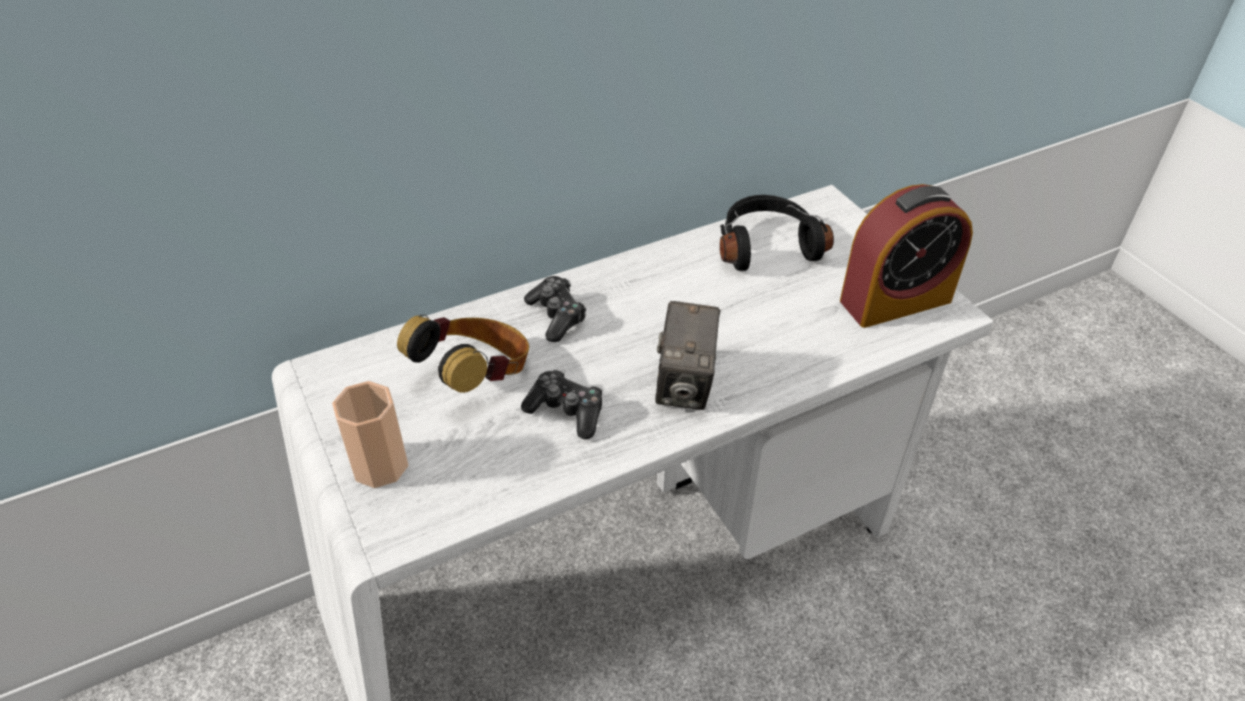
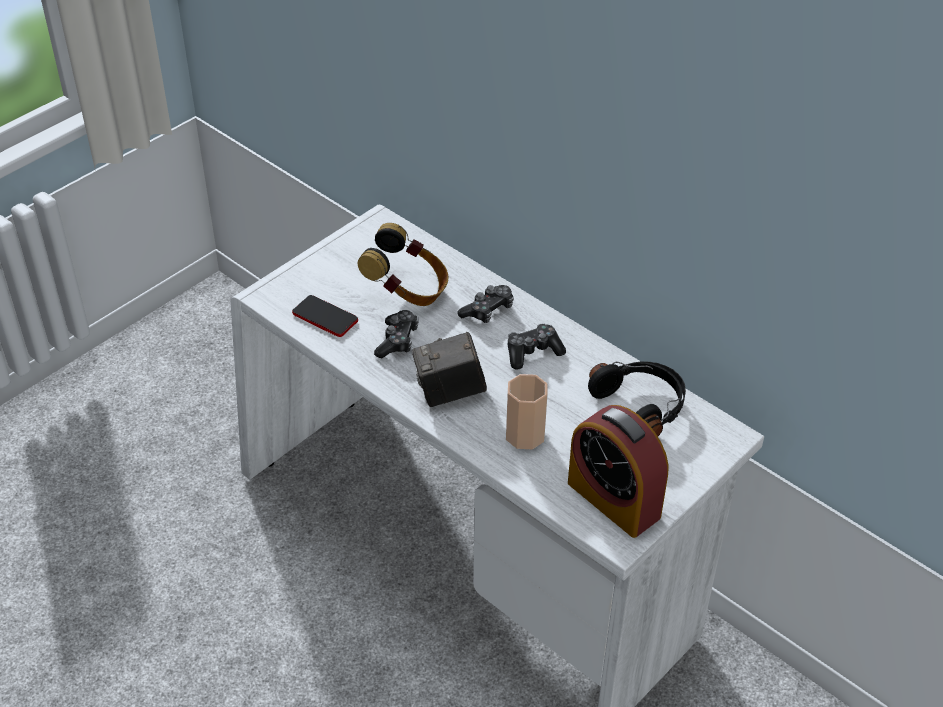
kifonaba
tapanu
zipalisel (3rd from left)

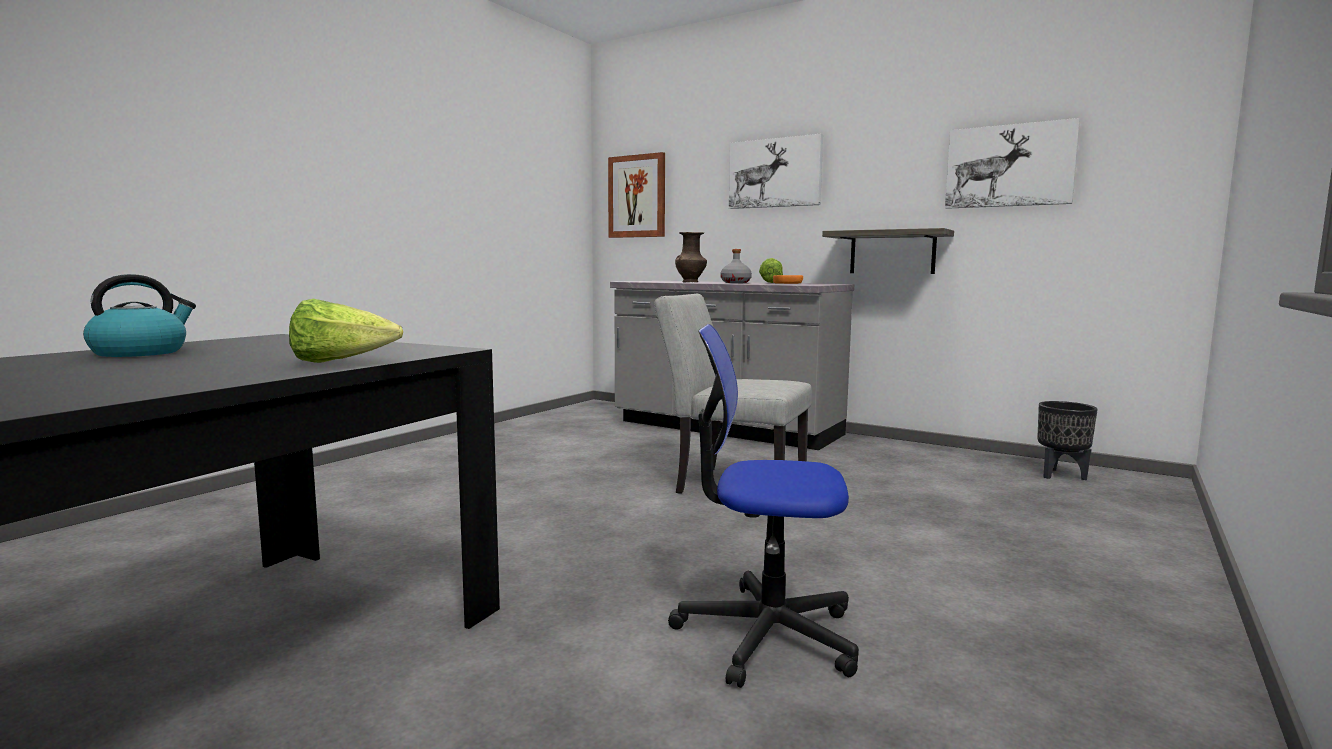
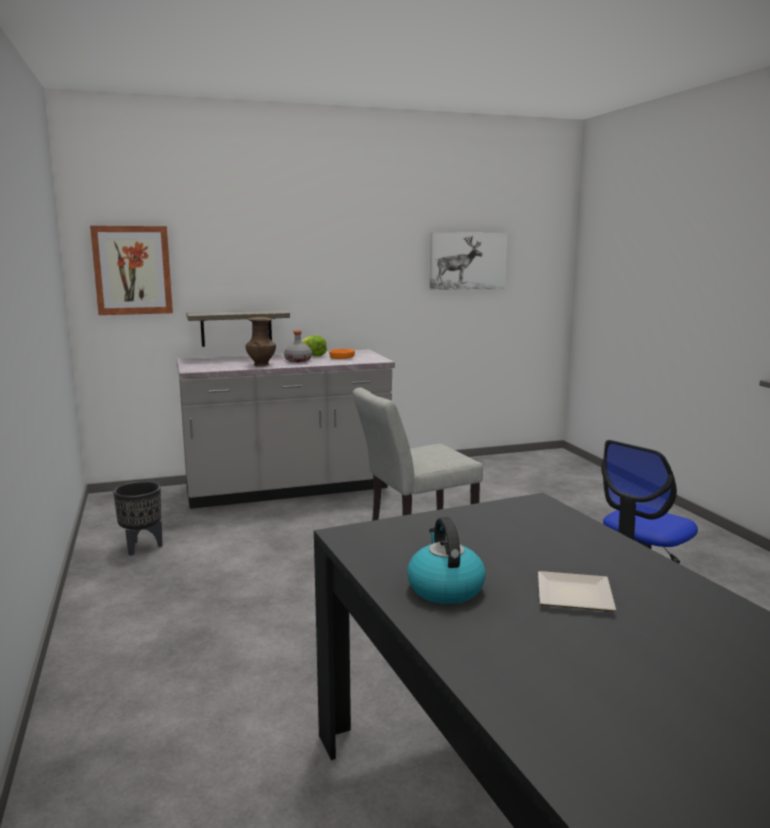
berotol (2nd from left in the first image)
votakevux
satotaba (1st from left in the first image)
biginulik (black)
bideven

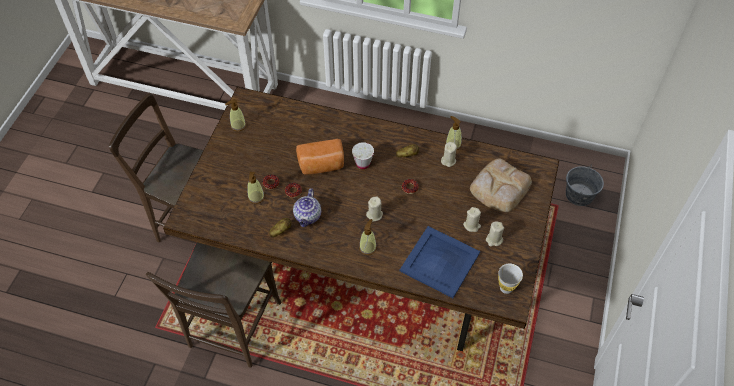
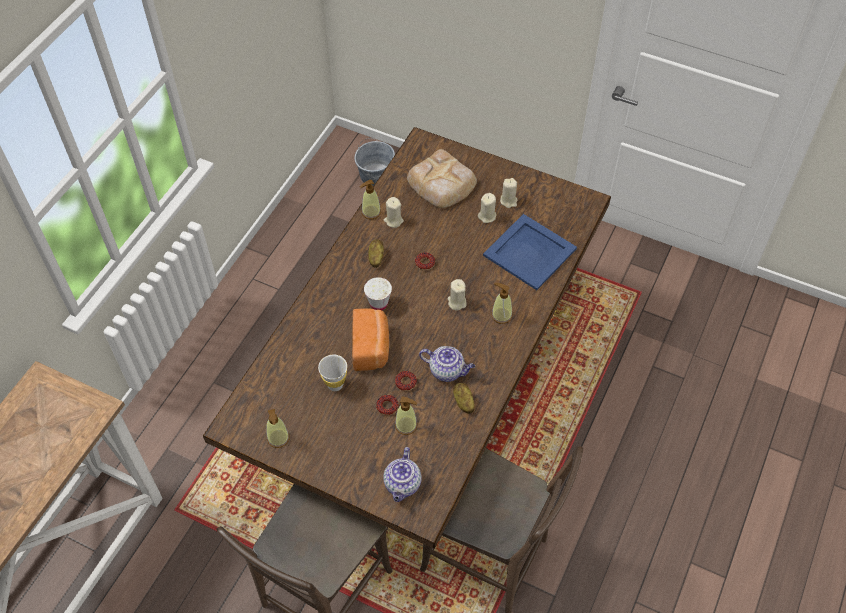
kifonaba (white) (1st from left)
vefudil (1st from left)

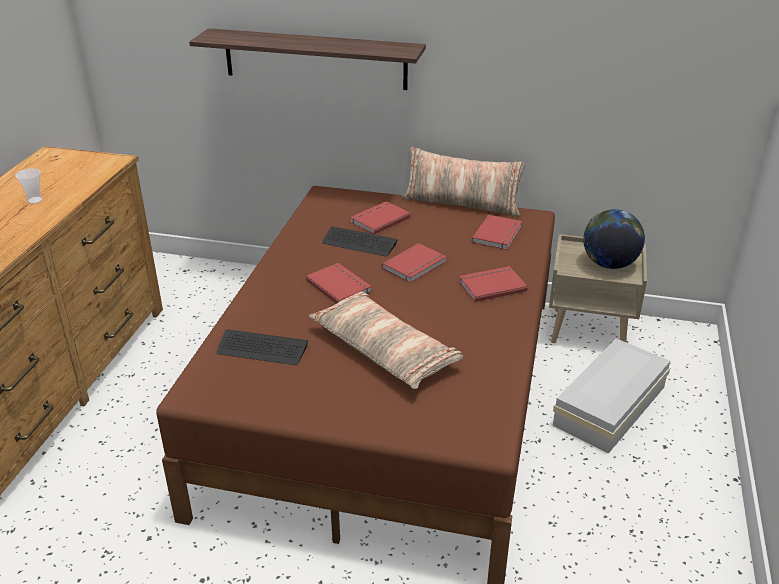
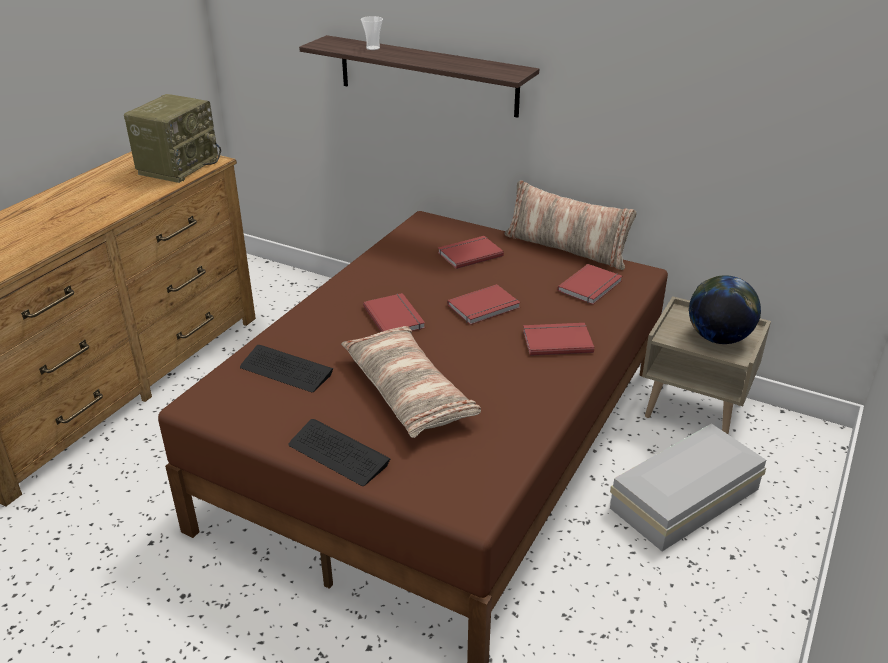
kifonaba
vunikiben (2nd from left)
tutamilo

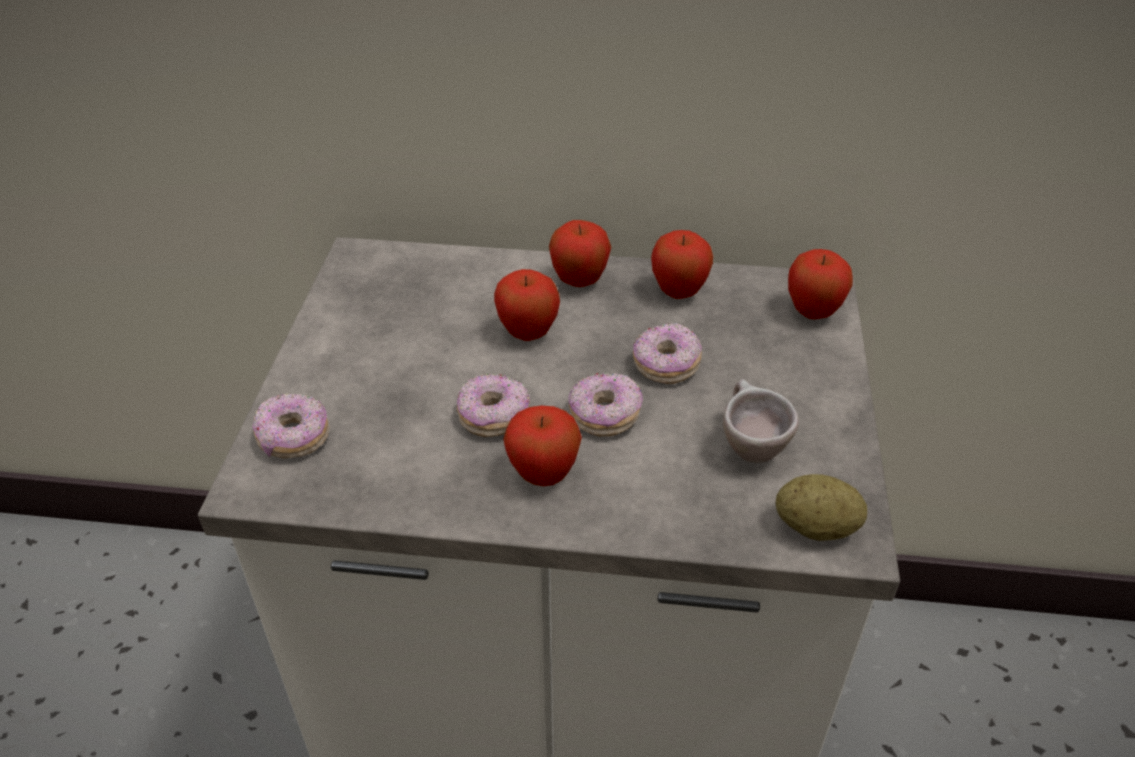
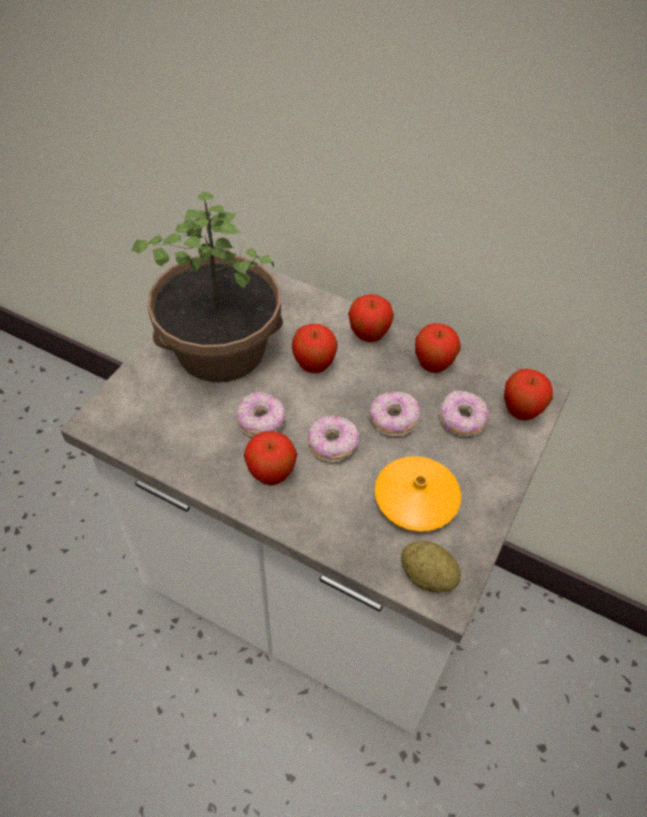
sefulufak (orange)
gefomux (4th from left)
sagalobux

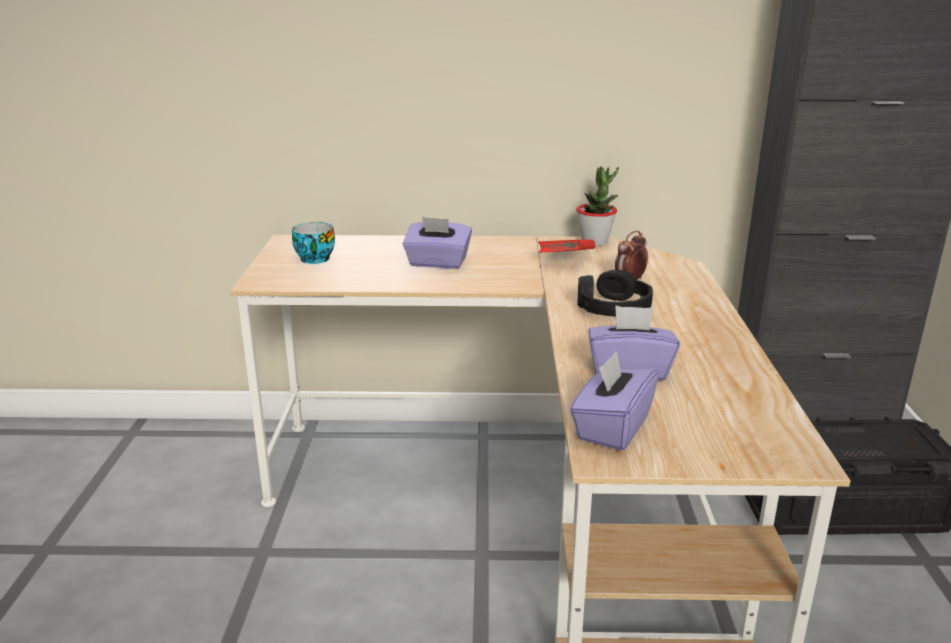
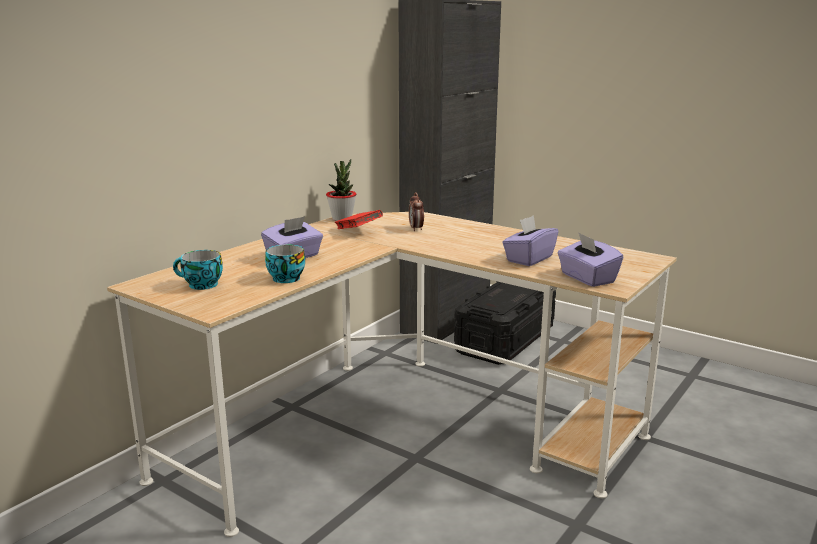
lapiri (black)
kifonaba (2nd from left)

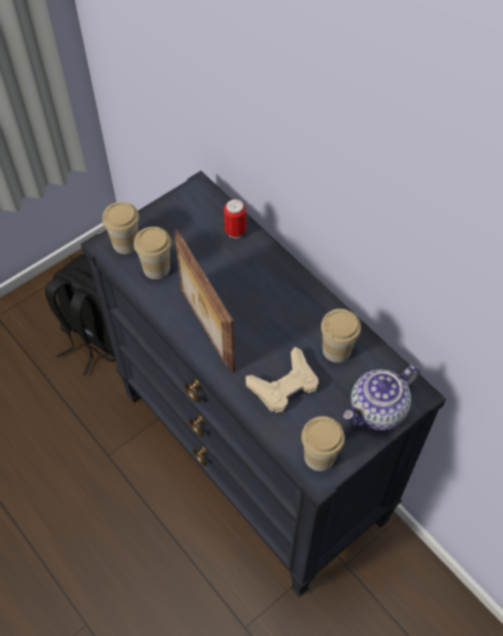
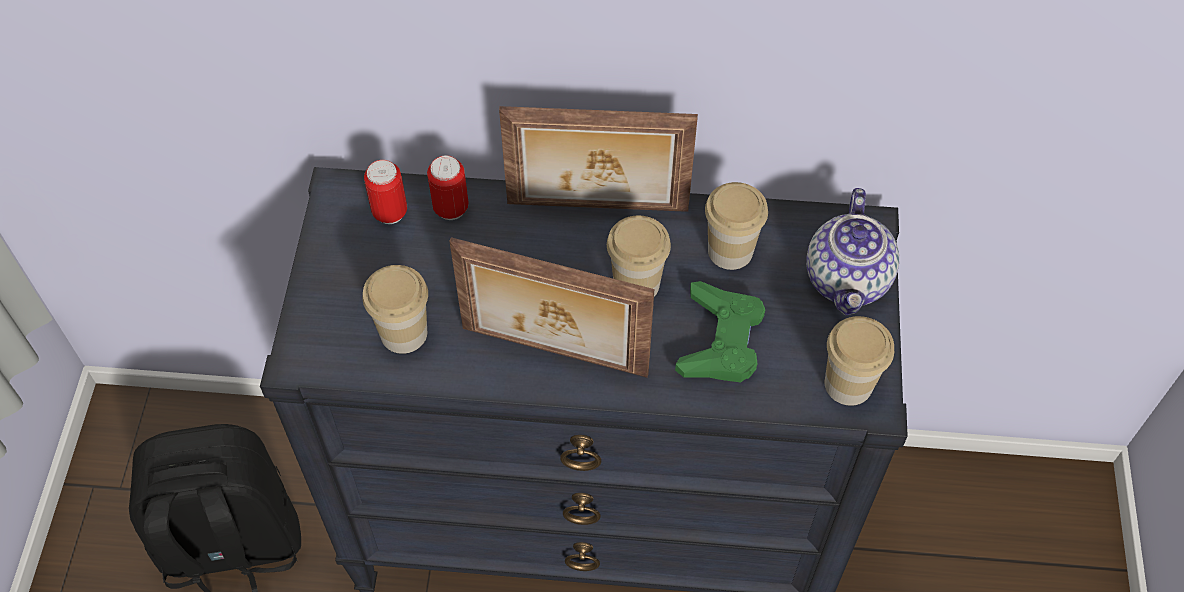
kifonaba (2nd from left)
zipalisel (green)
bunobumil (2nd from left)
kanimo (1st from left)

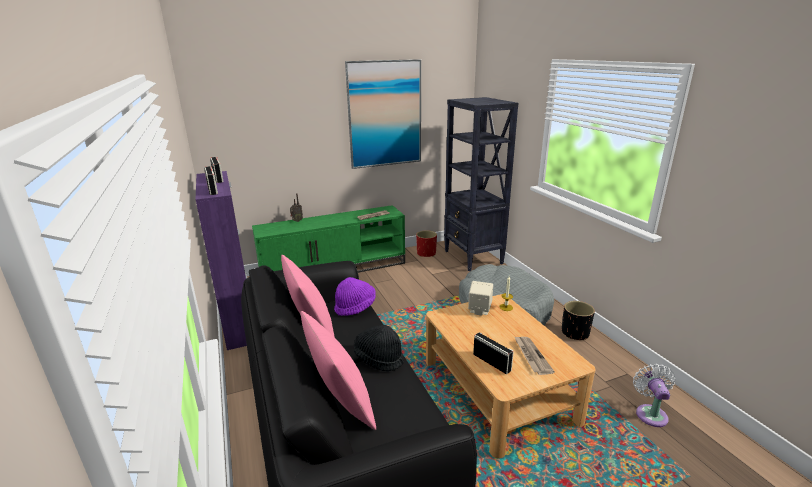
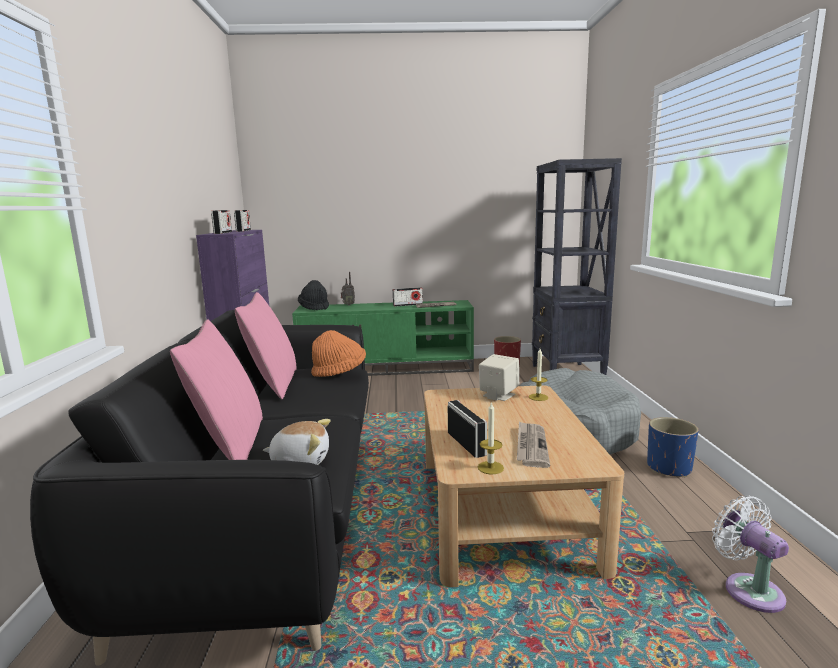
berotol
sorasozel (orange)
biginulik (blue)
sorasozel (black)
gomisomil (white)
tutamilo (4th from left)
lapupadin (1st from left)
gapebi

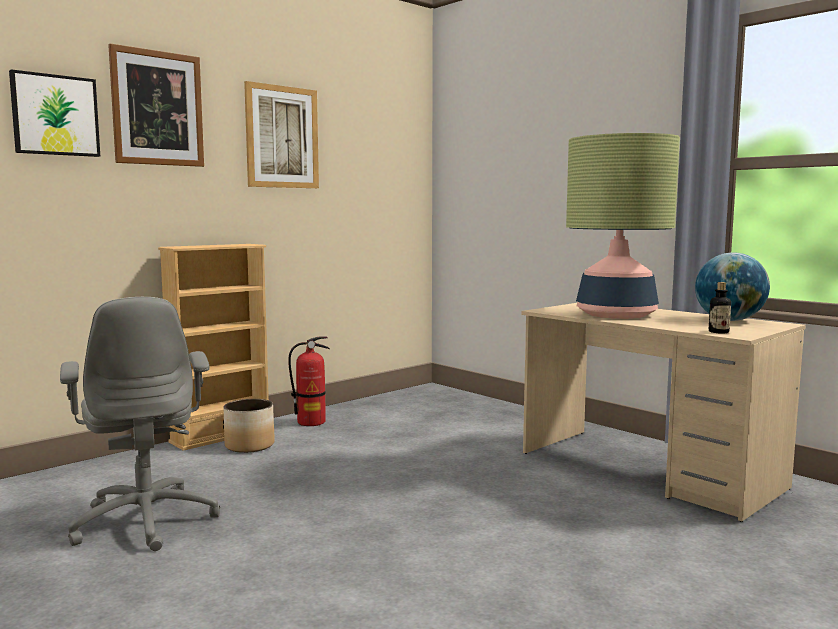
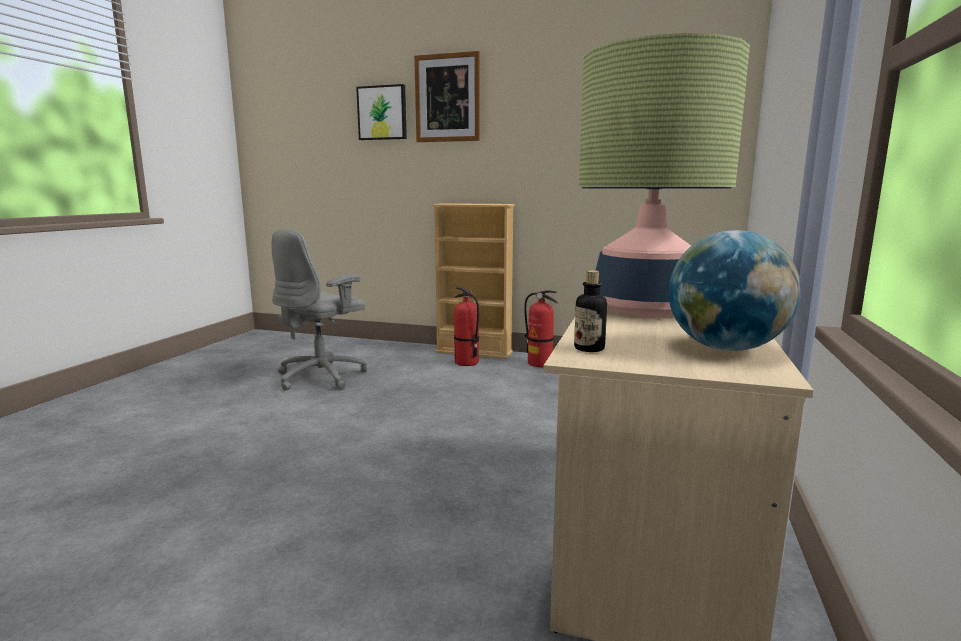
berotol (3rd from left in the first image)
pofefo (1st from left)

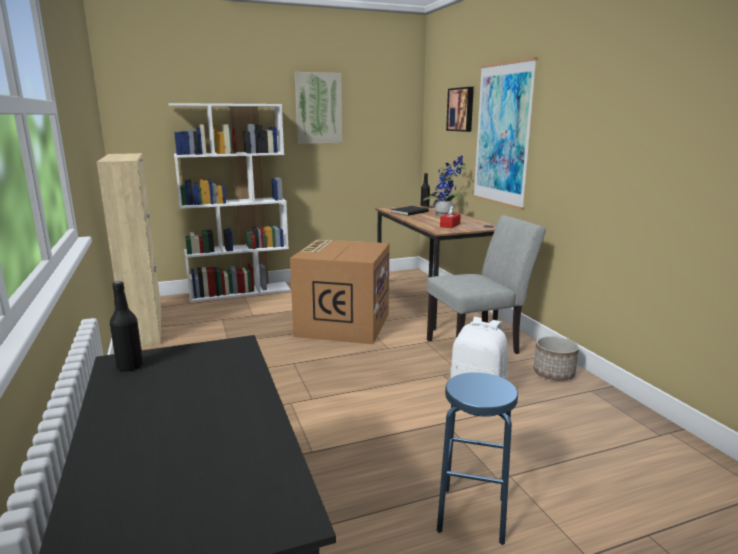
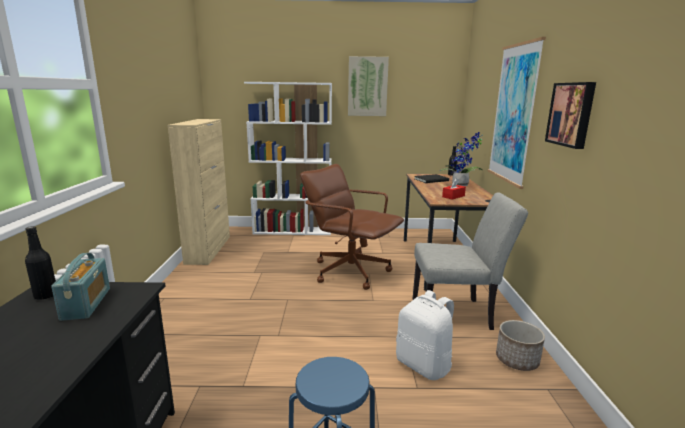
berotol (3rd from left)
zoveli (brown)
tutamilo

